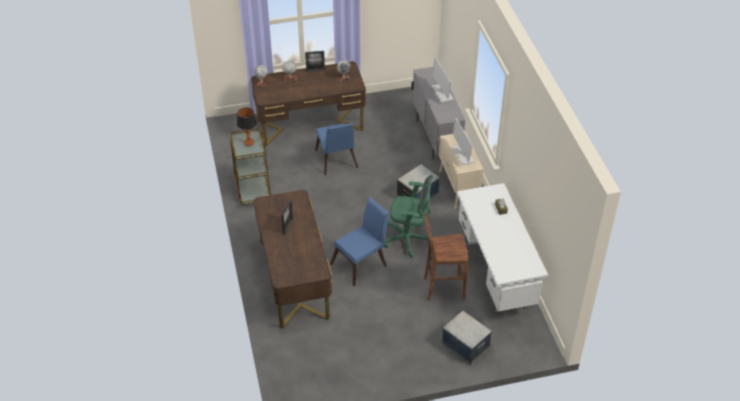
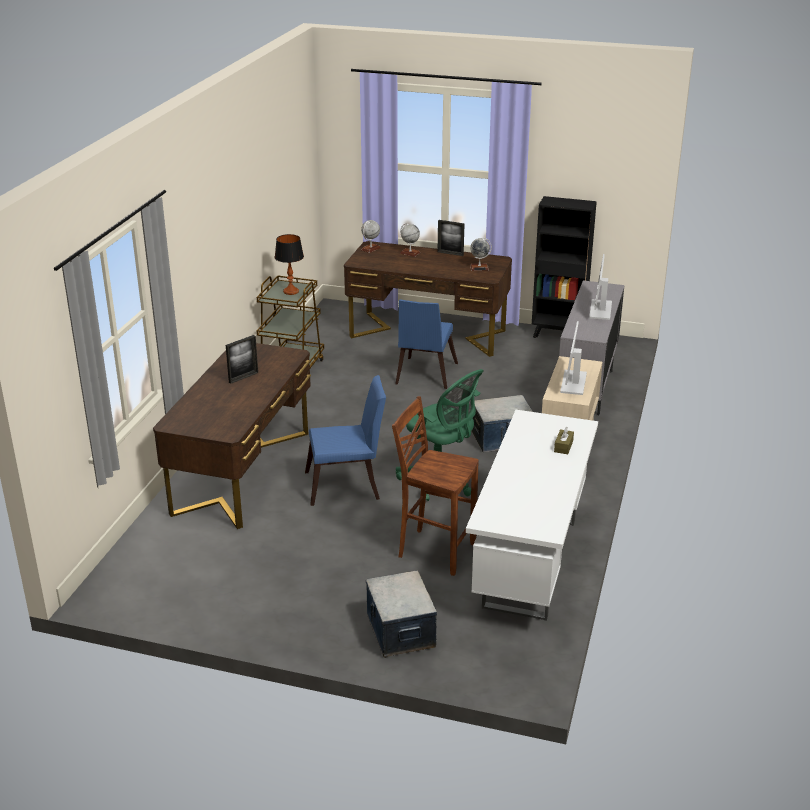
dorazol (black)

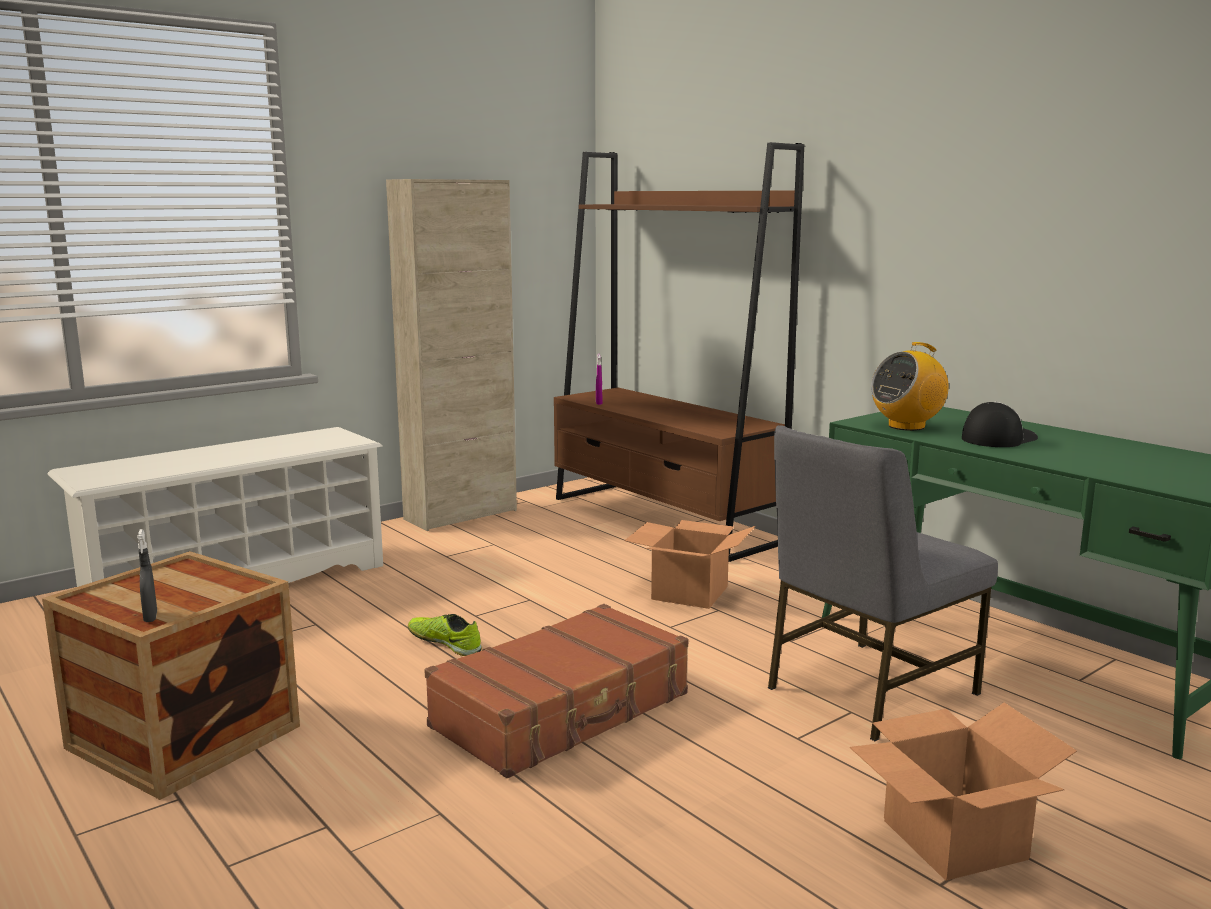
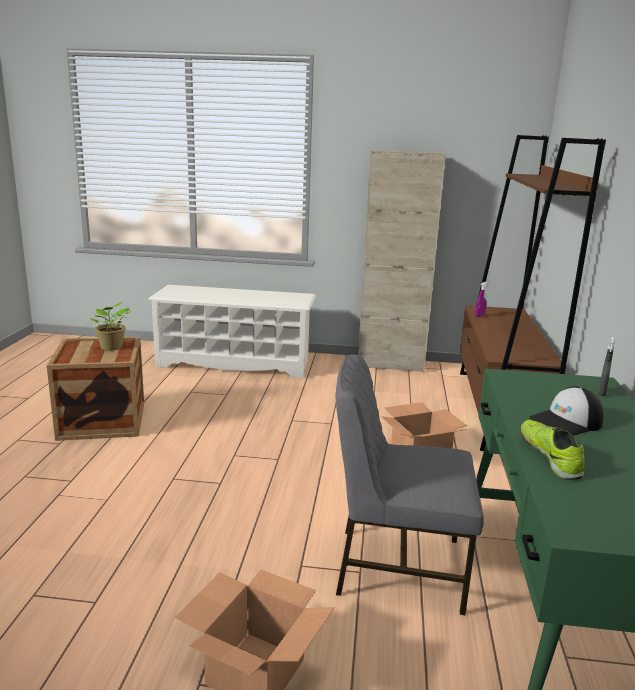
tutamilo
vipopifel
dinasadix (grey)
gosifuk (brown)
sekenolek
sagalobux

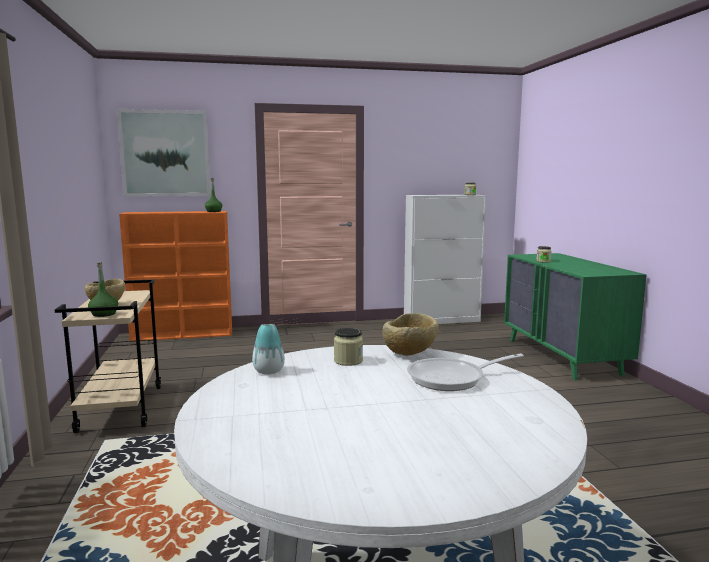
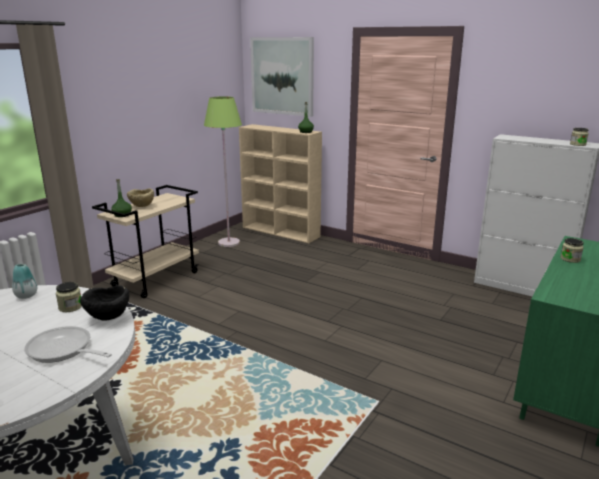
dorazol (beige)
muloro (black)
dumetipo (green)

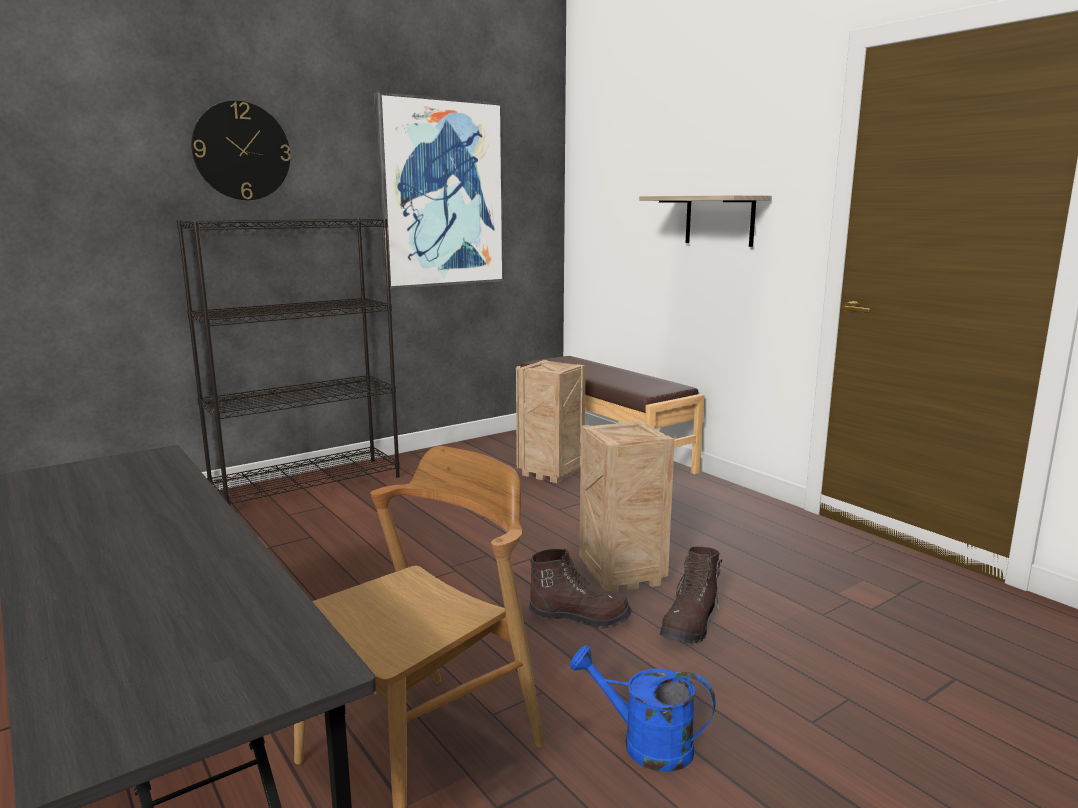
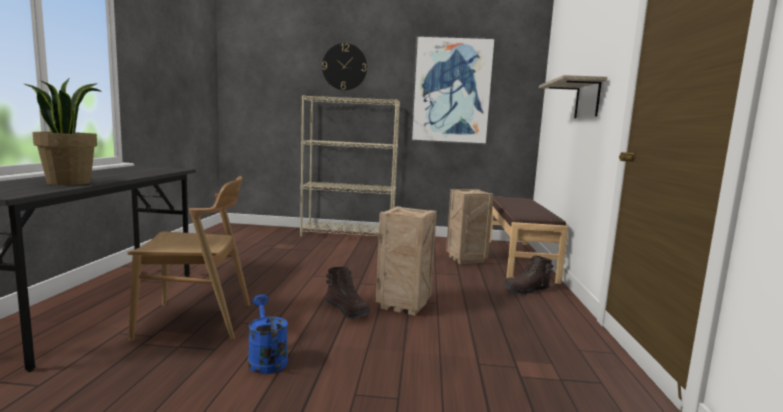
dorazol (beige)
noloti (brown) (2nd from left)
sagalobux

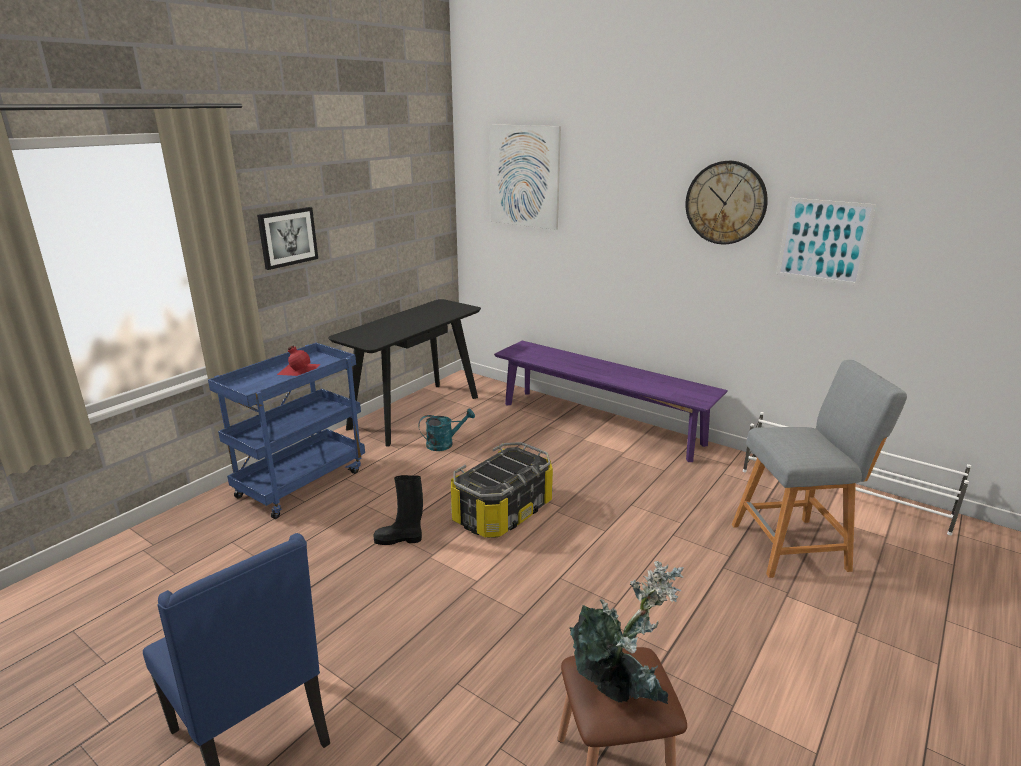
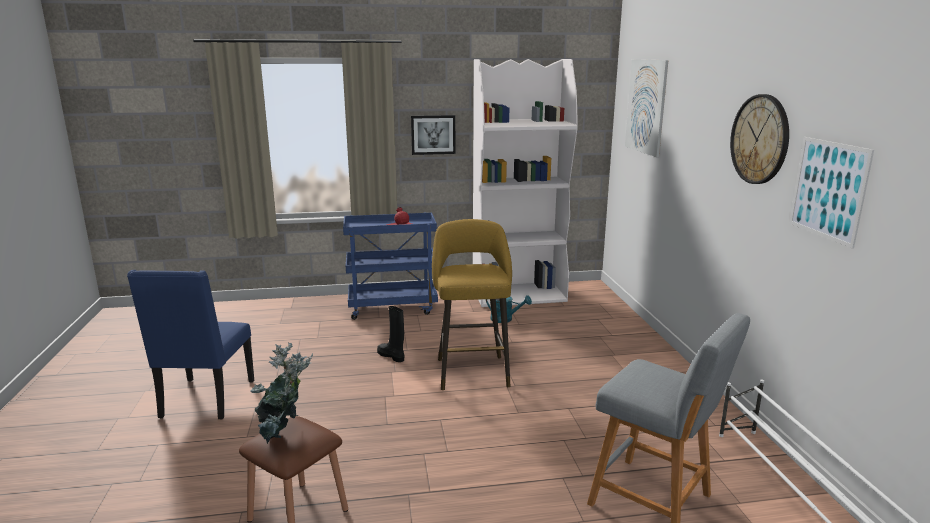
dorazol (white)
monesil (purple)
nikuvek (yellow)

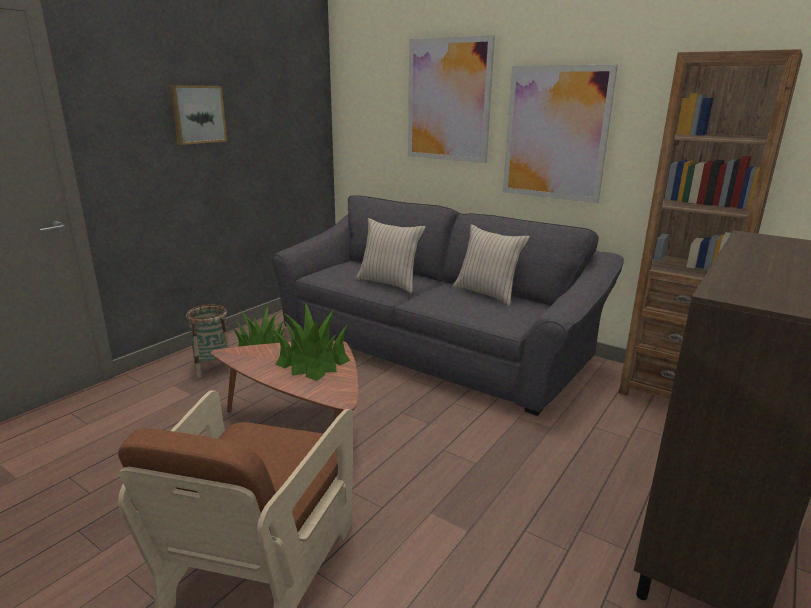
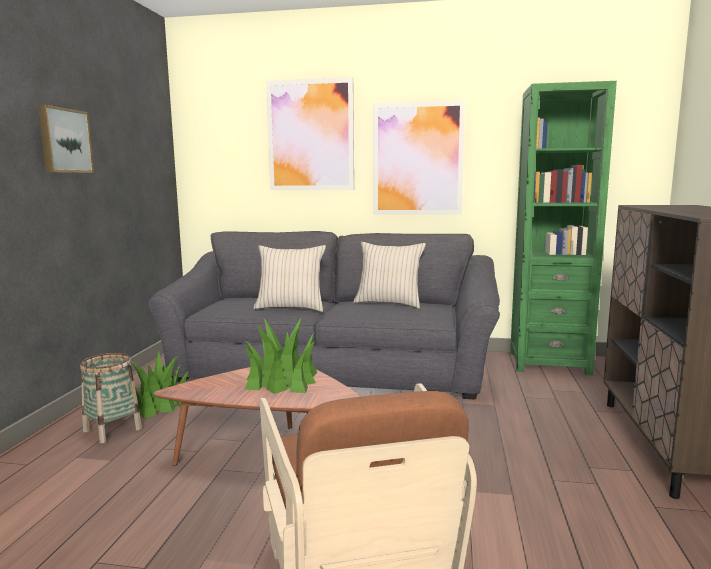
dorazol (green)

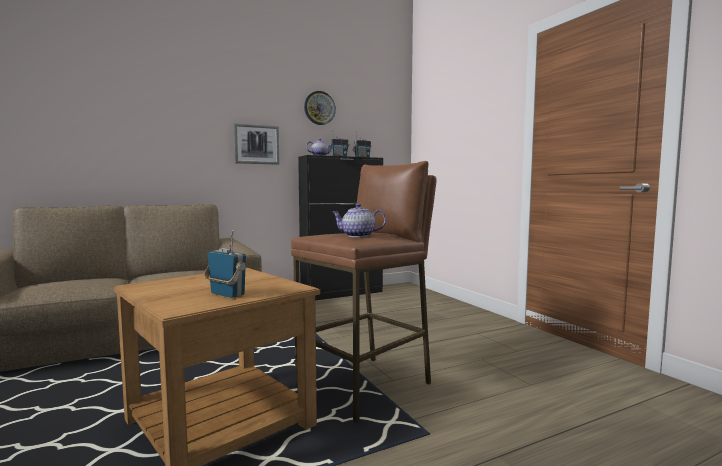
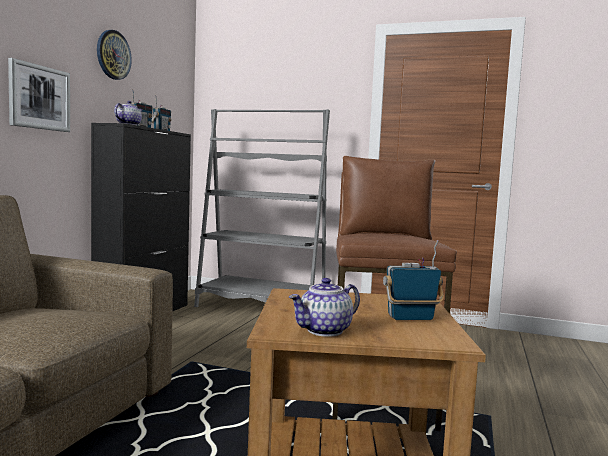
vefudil (2nd from left)
dorazol (grey)

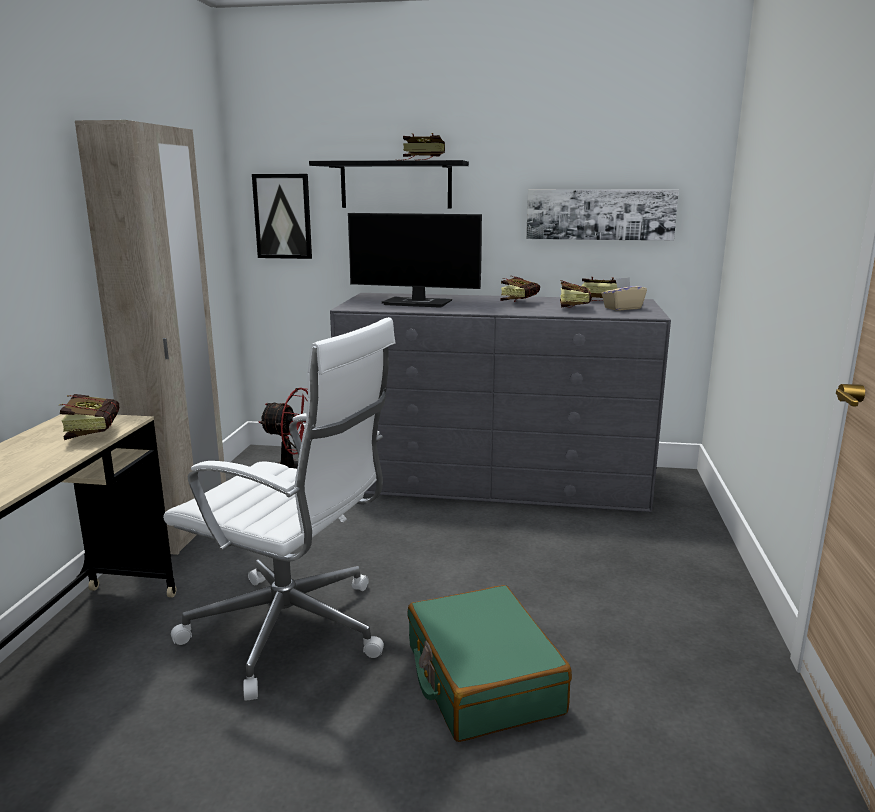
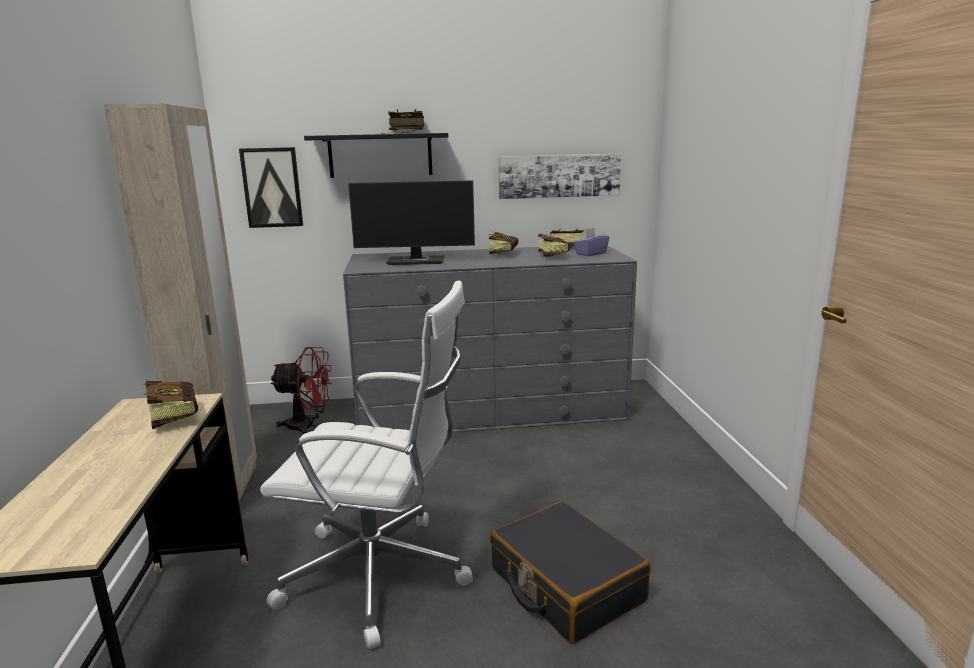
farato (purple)
gosifuk (black)

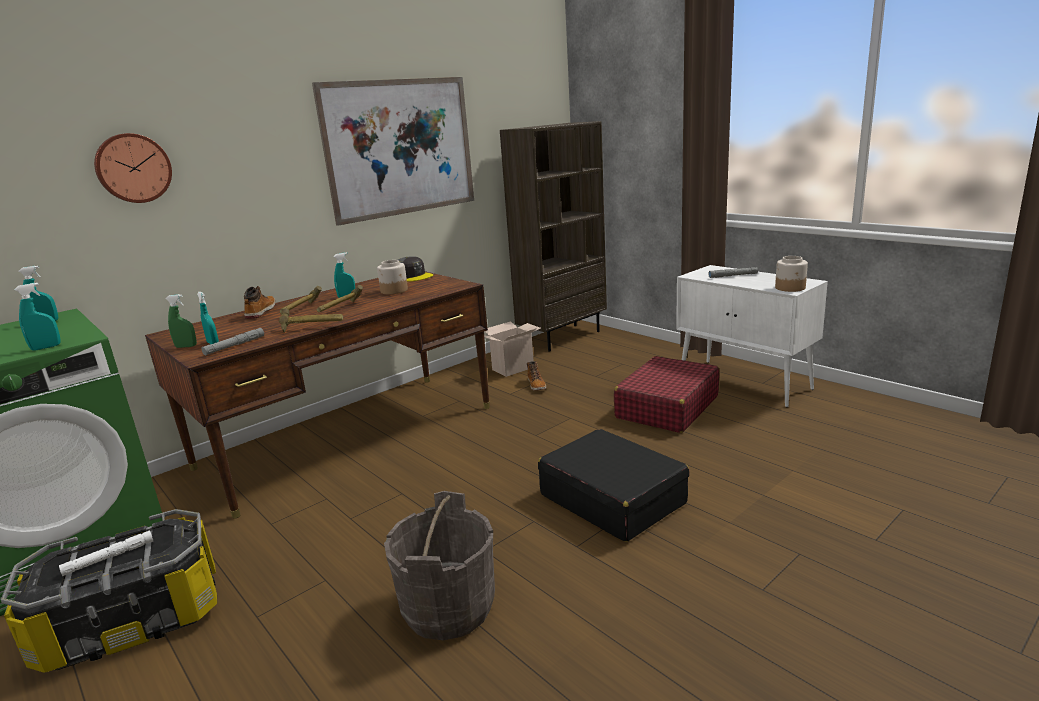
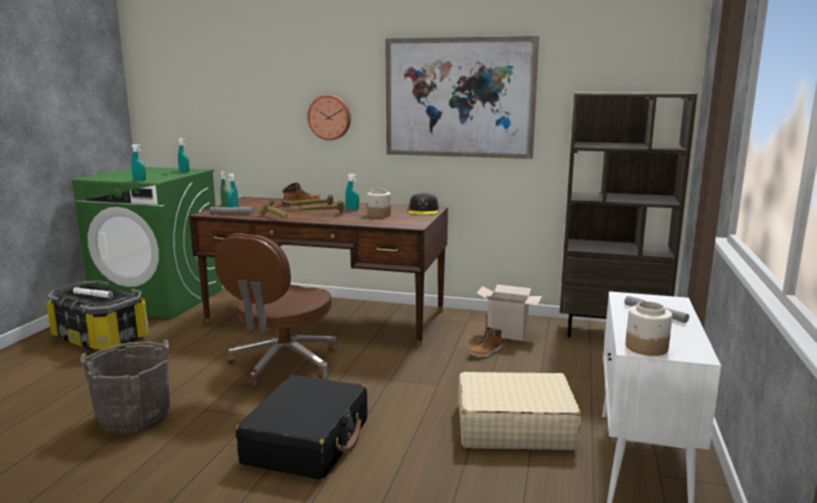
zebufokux
gosifuk (beige)
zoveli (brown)

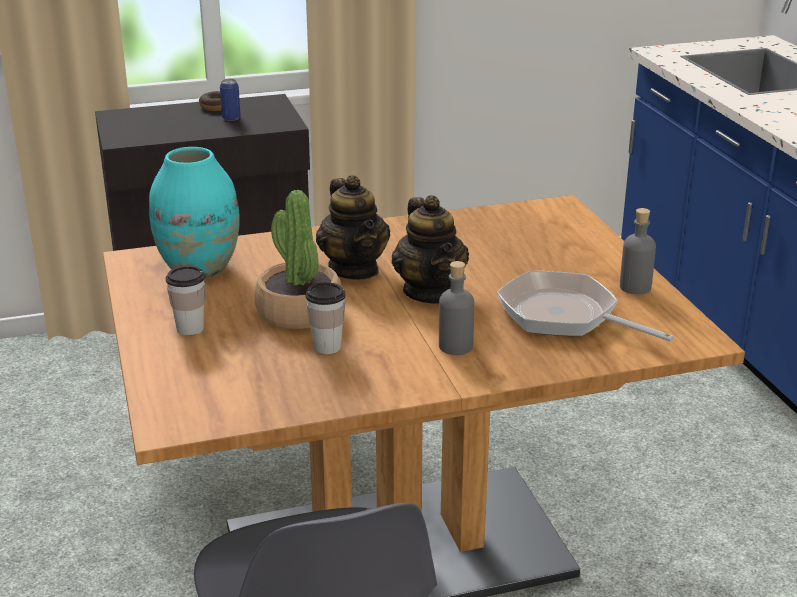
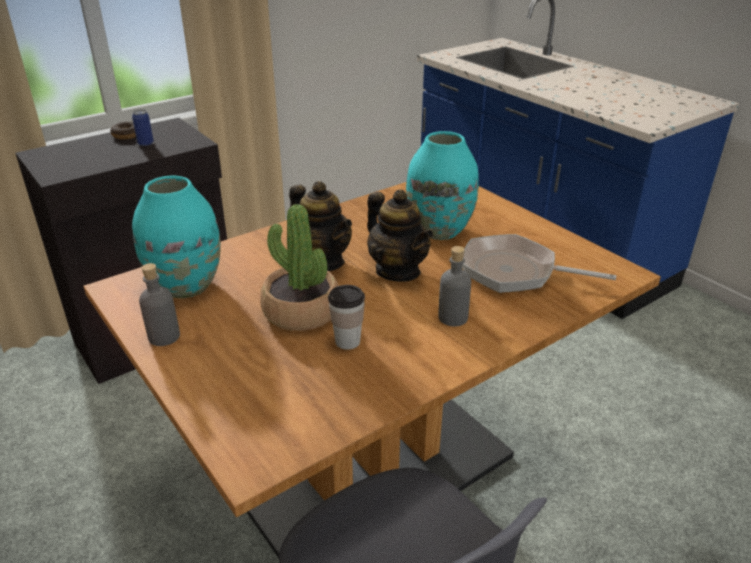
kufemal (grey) (1st from left)
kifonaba (1st from left in the first image)
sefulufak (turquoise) (2nd from left)

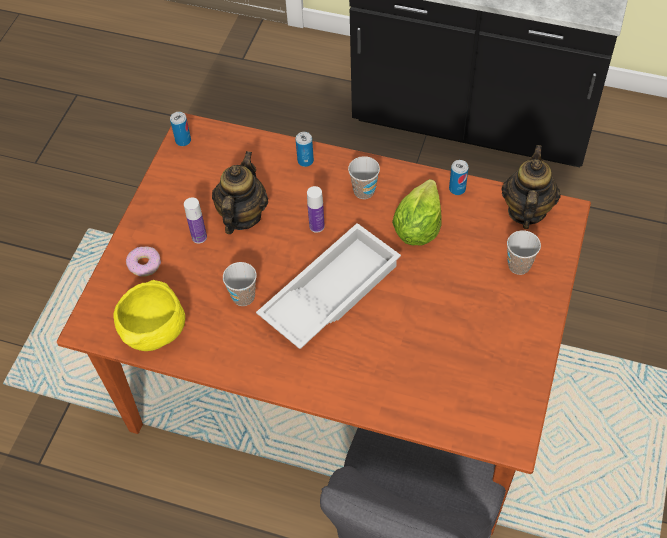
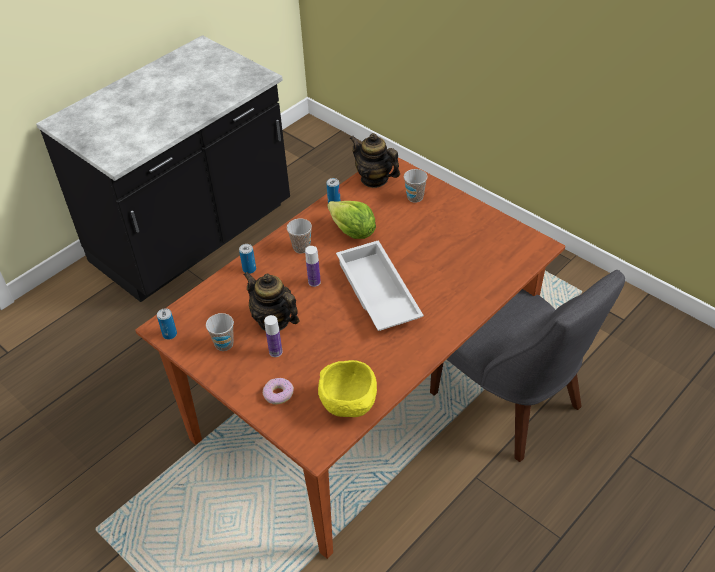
kifonaba (1st from left)

